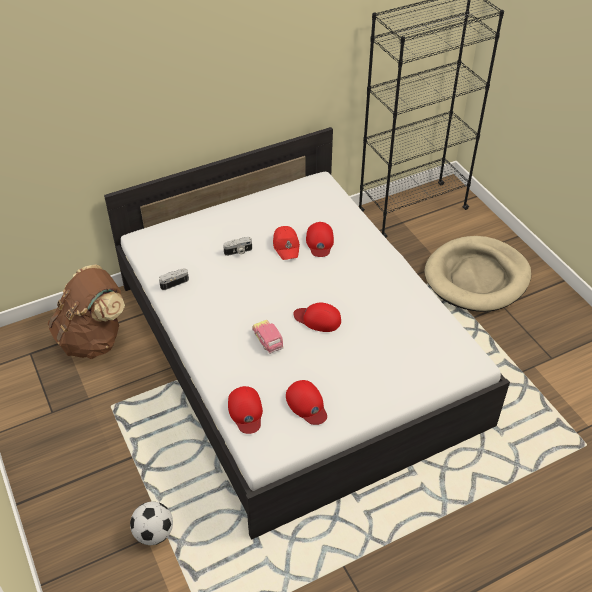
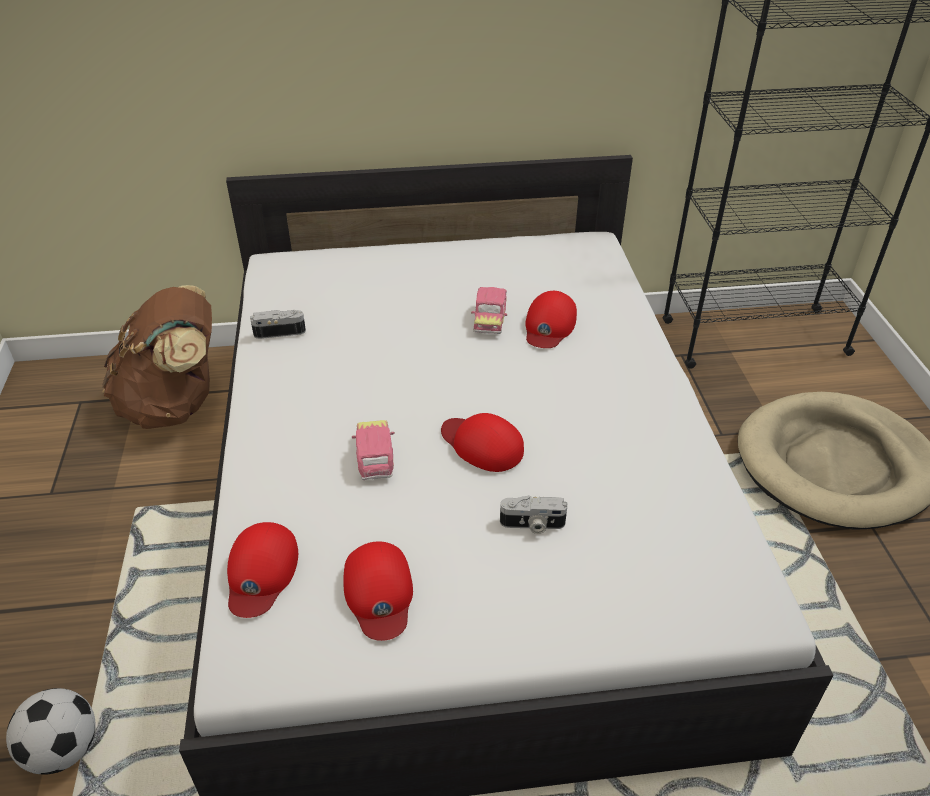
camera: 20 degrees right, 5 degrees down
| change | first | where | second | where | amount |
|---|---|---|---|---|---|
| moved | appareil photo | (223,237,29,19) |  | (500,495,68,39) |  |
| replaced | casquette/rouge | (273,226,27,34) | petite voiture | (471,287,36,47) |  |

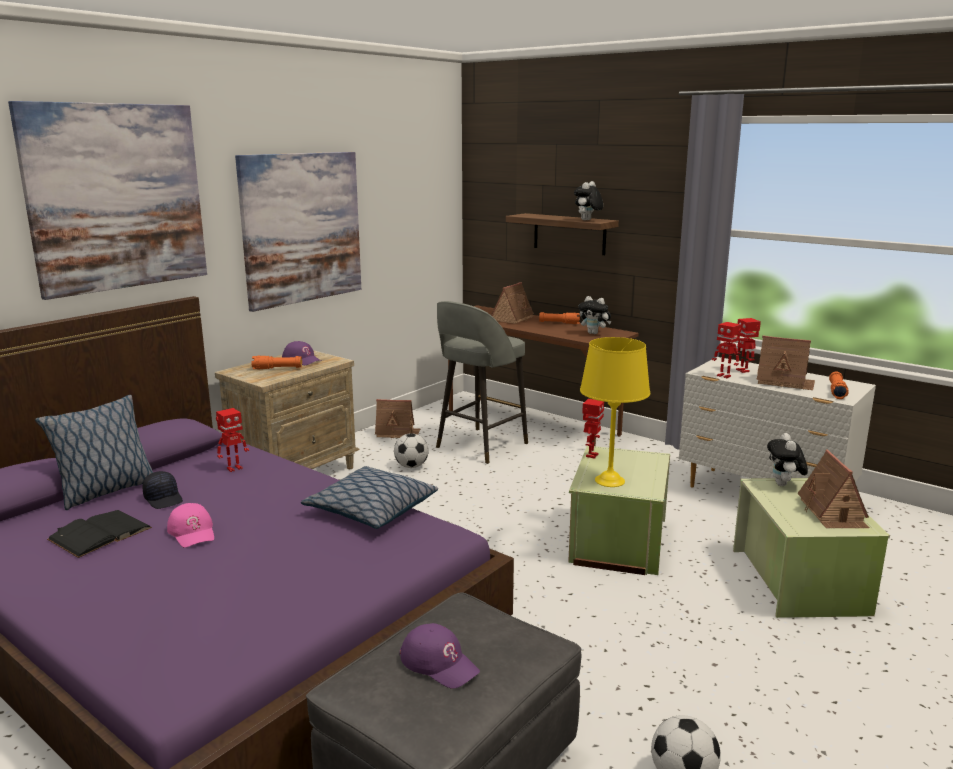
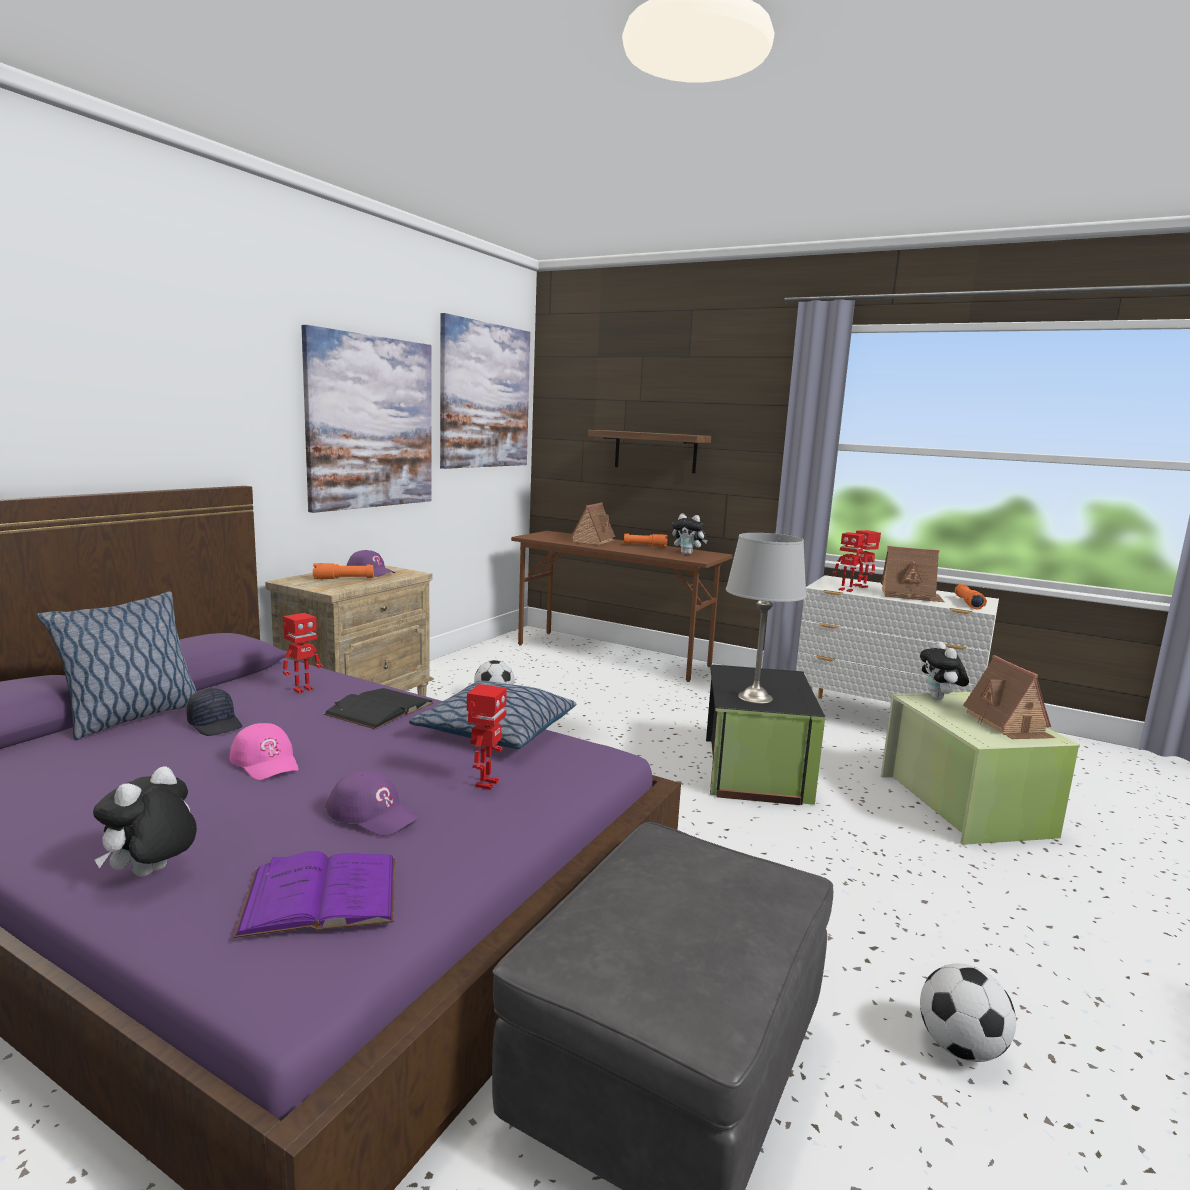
camera: 10 degrees left, 5 degrees down
| change | first | where | second | where | amount |
|---|---|---|---|---|---|
| moved | tableau | (8,101,199,199) |  | (440,313,90,156) |  |
| moved | livre/noir | (47,510,105,48) |  | (323,688,111,41) |  |
| removed | maison miniature | (375,399,45,40) |  |  |  |
| moved | casquette/violet | (399,623,81,66) |  | (326,770,93,66) |  |
| removed | tabouret/gris | (436,301,92,163) |  |  |  |
| recoloured | boîte de rangement/vert | (568,446,102,129) | boîte de rangement/noir | (706,664,119,141) |  |
| moved | peluche | (574,181,29,39) |  | (93,766,104,111) |  |
| recoloured | lampe de table/jaune | (580,337,70,150) | lampe de table/gris | (726,533,81,171) |  |
| moved | robot jouet | (582,399,22,60) |  | (467,684,40,106) |  |
| added |  |  | livre/violet | (233,851,162,87) |  |

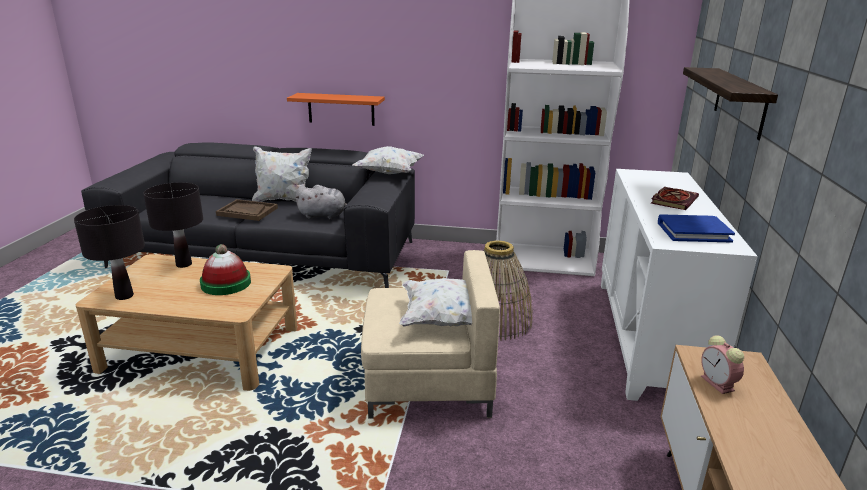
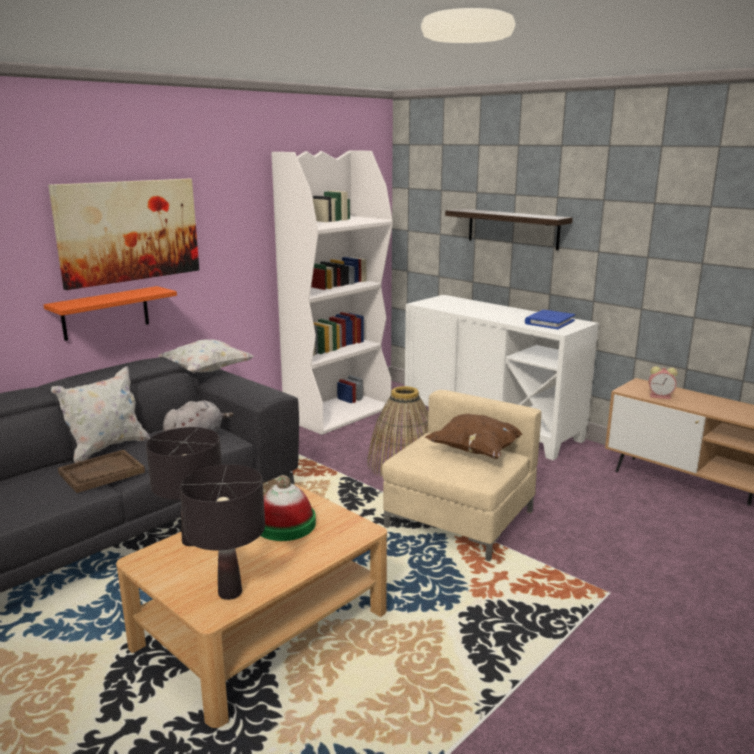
camera: 55 degrees left, 5 degrees down
| change | first | where | second | where | amount |
|---|---|---|---|---|---|
| recoloured | coussin/blanc | (399,278,73,49) | coussin/marron | (425,414,98,45) |  |
| removed | livre | (651,187,48,23) |  |  |  |
| added |  |  | tableau | (48,179,151,111) |  |

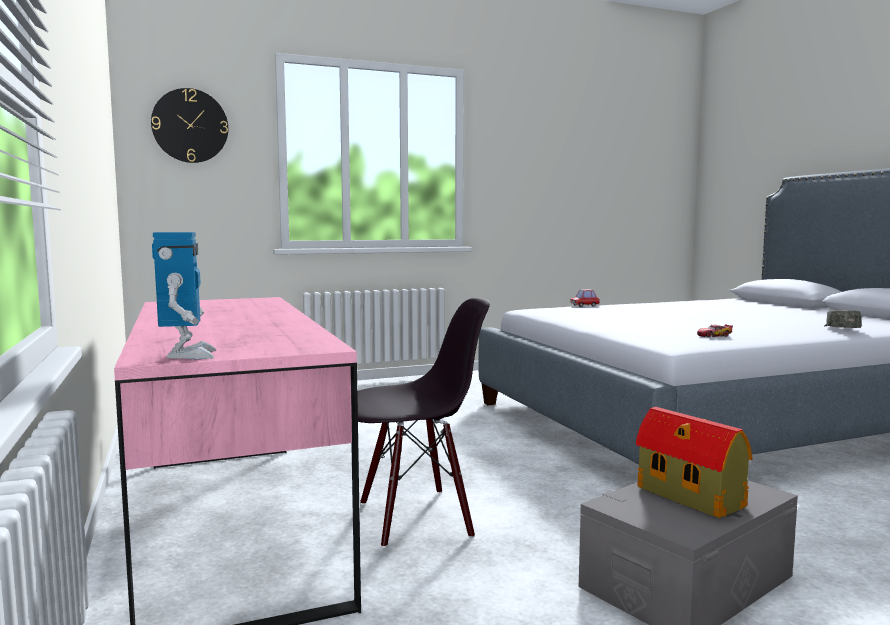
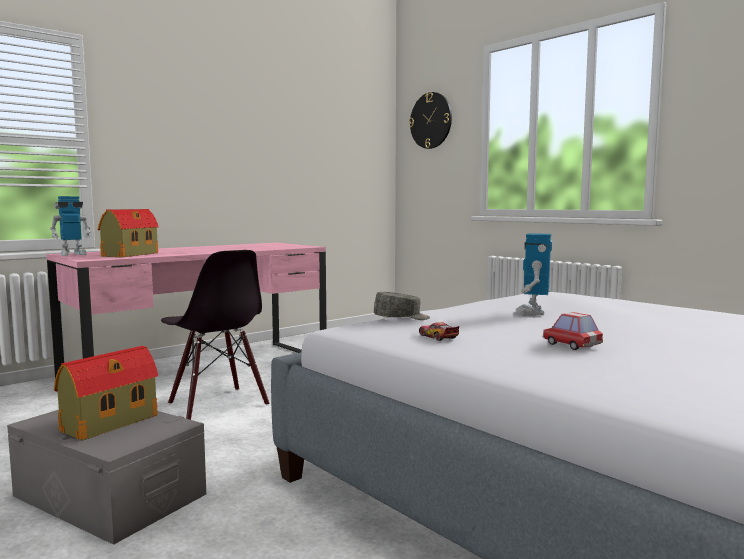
camera: 70 degrees right, 0 degrees up
| change | first | where | second | where | amount |
|---|---|---|---|---|---|
| moved | petite voiture | (570,289,30,18) |  | (543,312,60,38) |  |
| moved | casquette/gris | (824,310,38,18) |  | (374,292,56,28) |  |
| added |  |  | maison miniature | (98,209,61,48) |  |
| added |  |  | robot jouet | (513,233,39,83) |  |

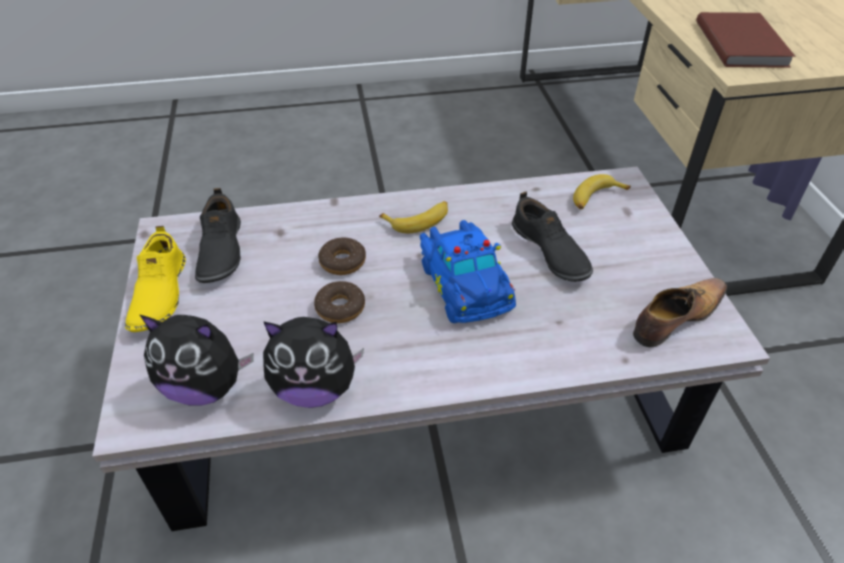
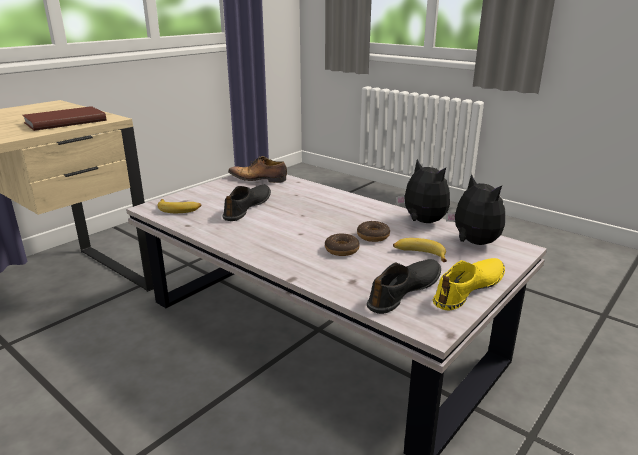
camera: 130 degrees left, 20 degrees down
| change | first | where | second | where | amount |
|---|---|---|---|---|---|
| moved | banane | (379,201,69,32) |  | (393,238,54,24) |  |
| removed | petite voiture/bleu | (420,220,96,103) |  |  |  |

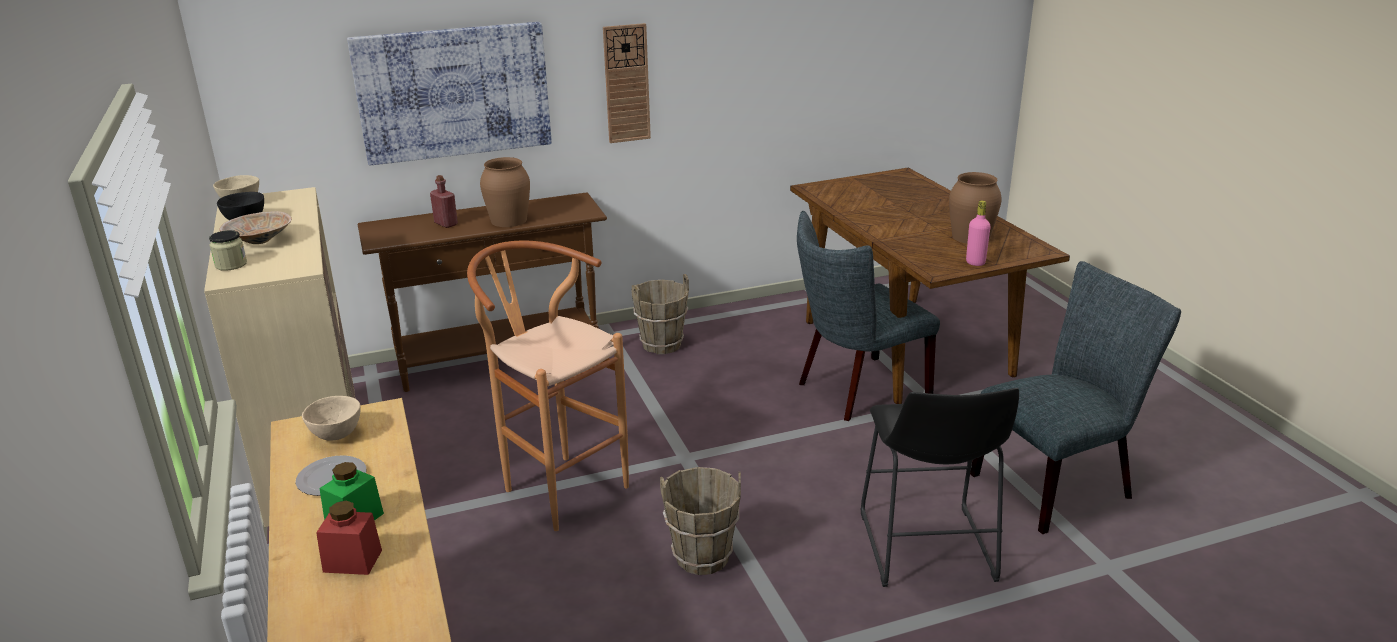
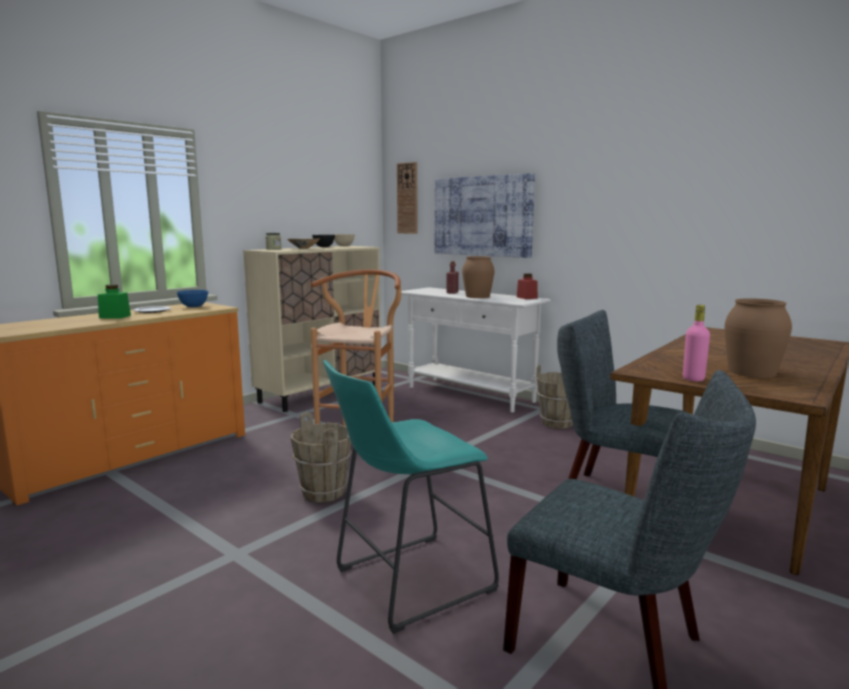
camera: 60 degrees right, 15 degrees down
| change | first | where | second | where | amount |
|---|---|---|---|---|---|
| recoloured | bol/beige | (302,396,59,45) | bol/bleu | (177,290,31,17) |  |
| moved | bocal/rouge | (316,500,66,75) |  | (517,273,21,26) |  |
| recoloured | table console/marron | (358,192,249,200) | table console/blanc | (401,287,150,126) |  |
| moved | horloge murale | (603,23,48,120) |  | (397,162,20,72) |  |
| recoloured | tabouret/noir | (861,388,158,199) | tabouret/turquoise | (323,360,176,274) |  |

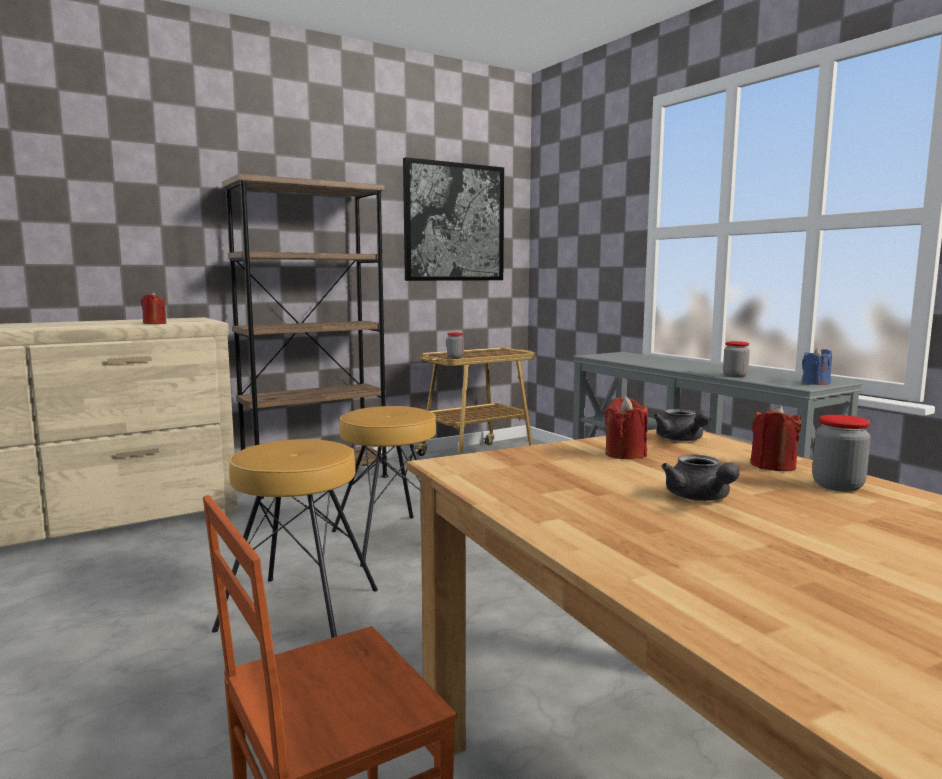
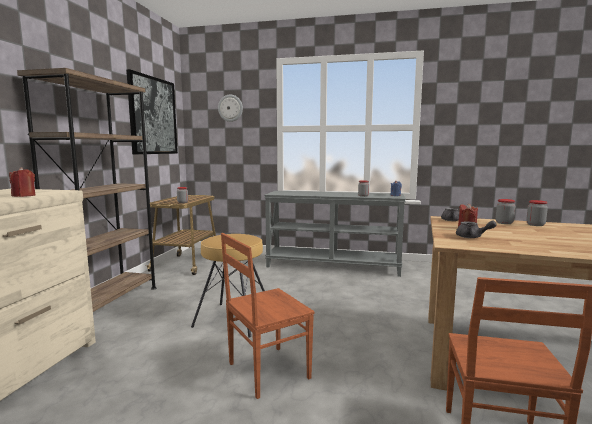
camera: 45 degrees left, 0 degrees up
| change | first | where | second | where | amount |
|---|---|---|---|---|---|
| replaced | tabouret/marron | (212,439,166,199) | chaise/marron | (221,233,93,166) |  |
| moved | théière/gris | (661,454,79,47) |  | (456,221,41,17) |  |
| replaced | bougie/rouge | (750,405,52,66) | bocal | (496,199,19,25) |  |
| added |  |  | horloge murale | (218,94,25,28) |  |

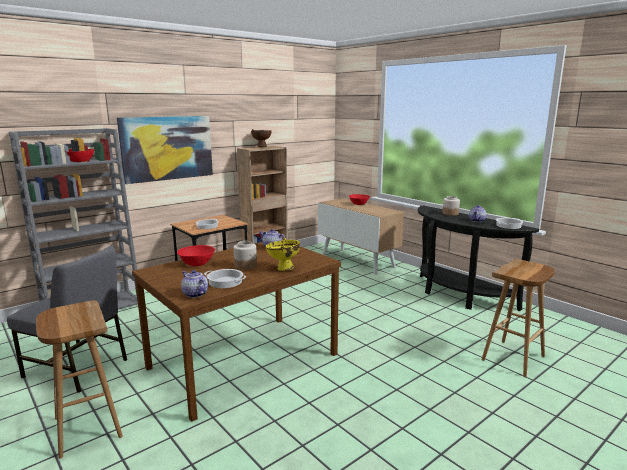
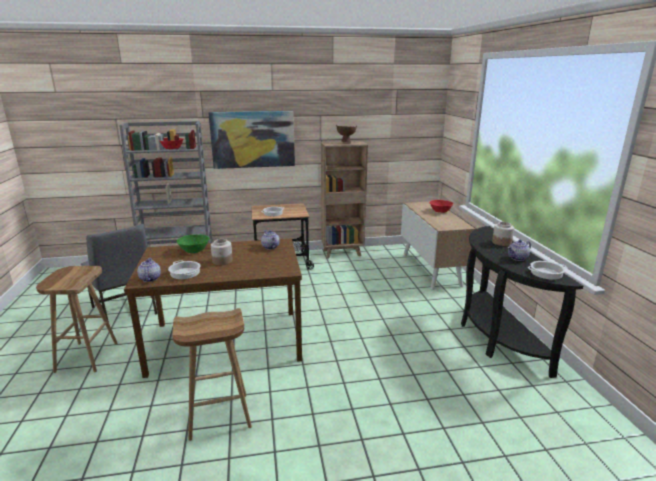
camera: 30 degrees right, 5 degrees up
| change | first | where | second | where | amount |
|---|---|---|---|---|---|
| recoloured | bol/rouge | (177,245,38,21) | bol/vert | (176,234,34,19) |  |
| removed | bol/jaune | (266,238,34,33) |  |  |  |
| moved | tabouret/marron | (481,259,74,118) |  | (172,308,80,133) |  |

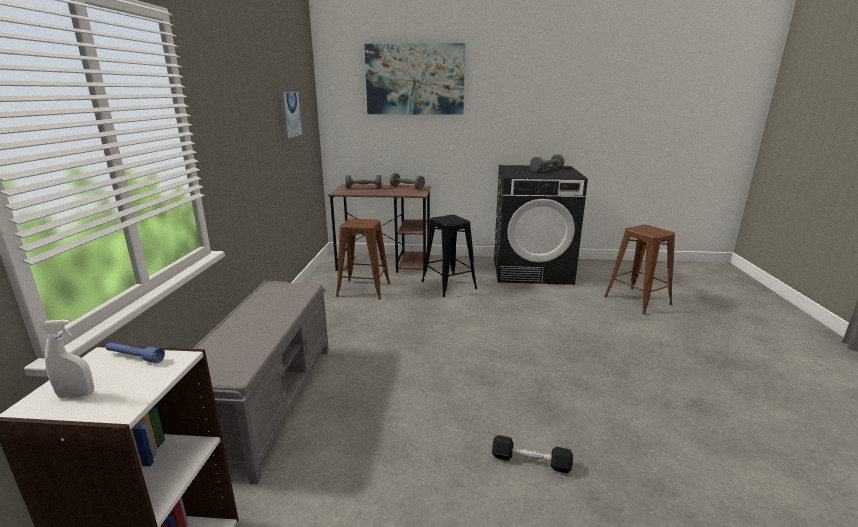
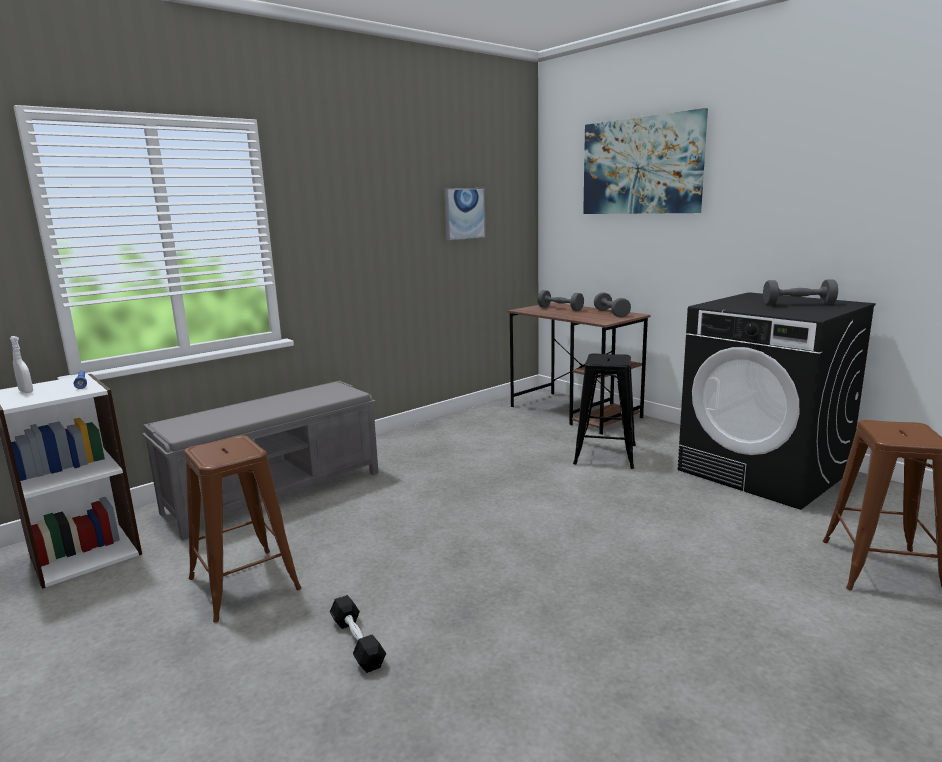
camera: 45 degrees right, 5 degrees down
| change | first | where | second | where | amount |
|---|---|---|---|---|---|
| moved | tabouret/marron | (336,218,54,81) |  | (184,435,118,187) |  |

